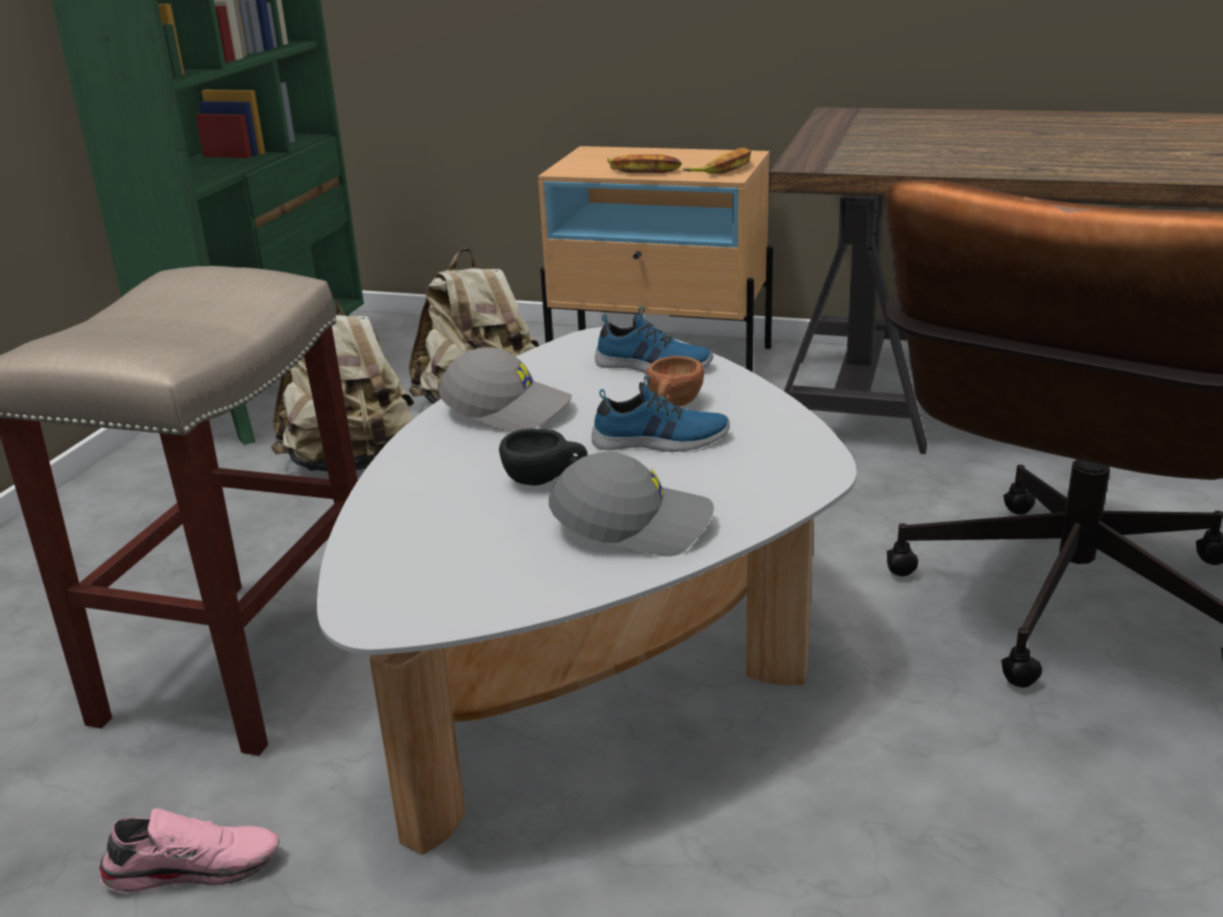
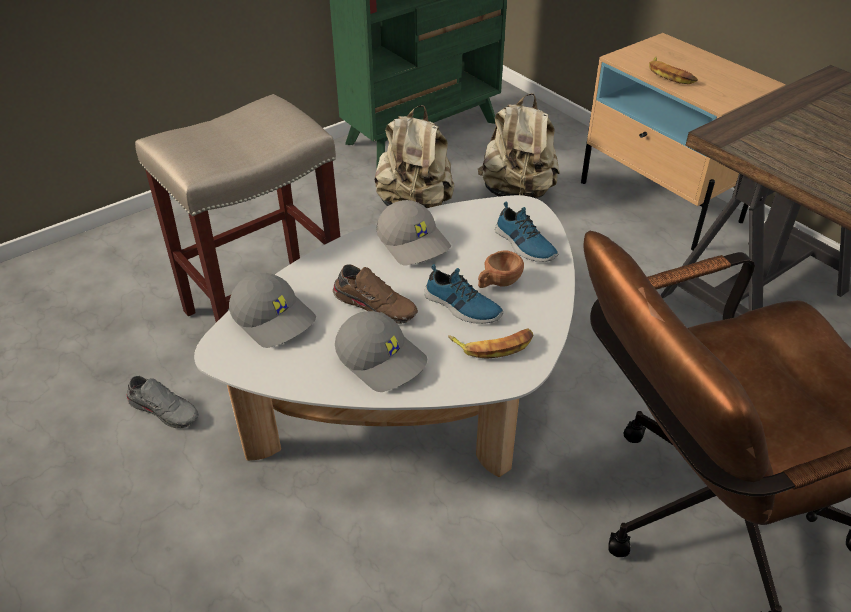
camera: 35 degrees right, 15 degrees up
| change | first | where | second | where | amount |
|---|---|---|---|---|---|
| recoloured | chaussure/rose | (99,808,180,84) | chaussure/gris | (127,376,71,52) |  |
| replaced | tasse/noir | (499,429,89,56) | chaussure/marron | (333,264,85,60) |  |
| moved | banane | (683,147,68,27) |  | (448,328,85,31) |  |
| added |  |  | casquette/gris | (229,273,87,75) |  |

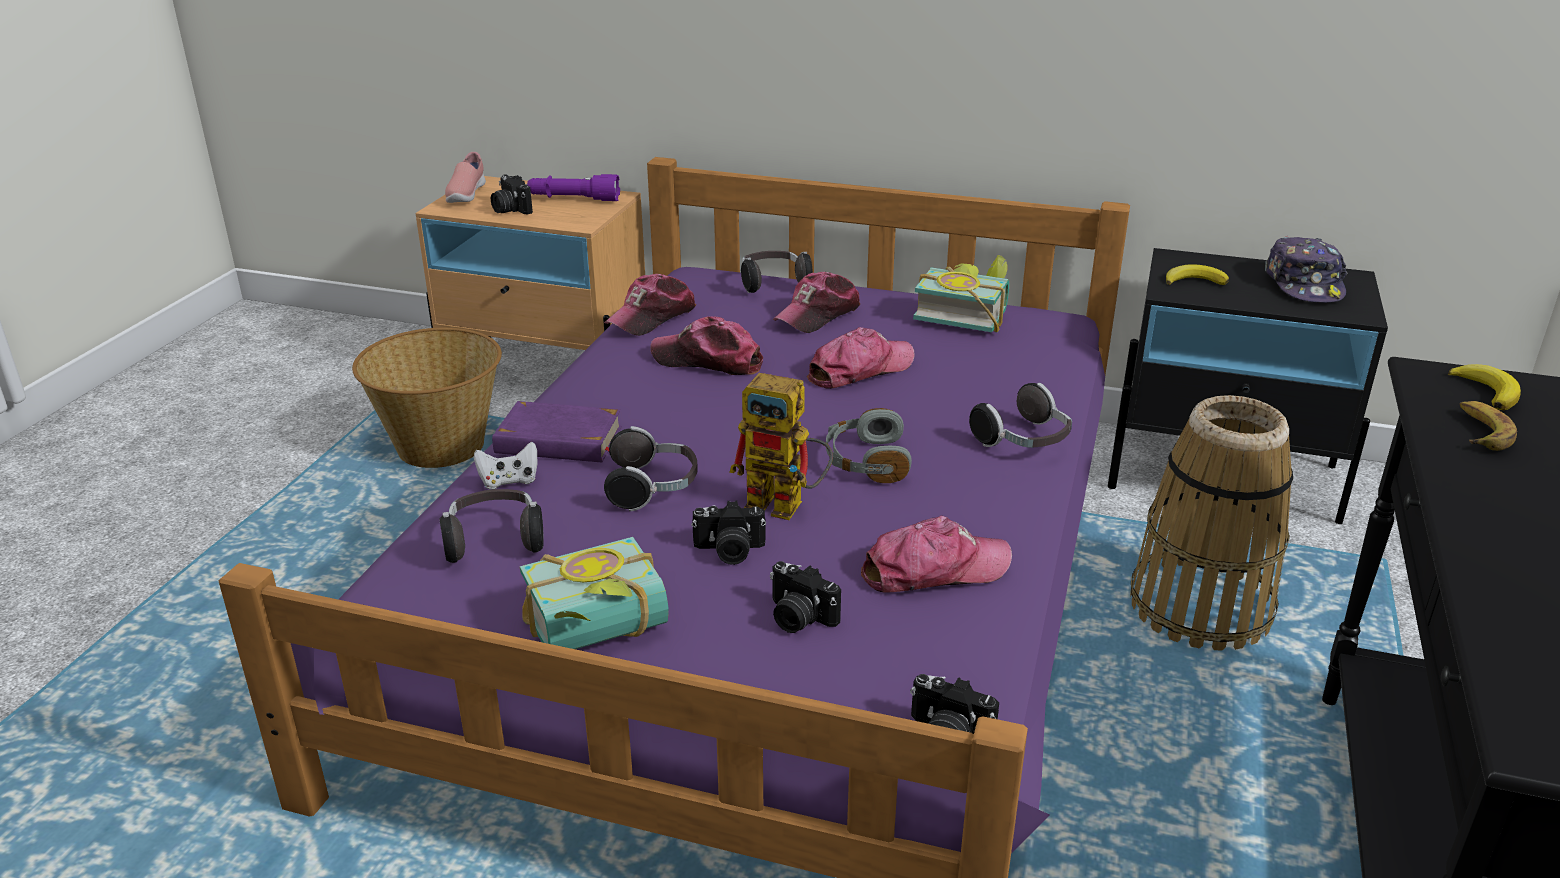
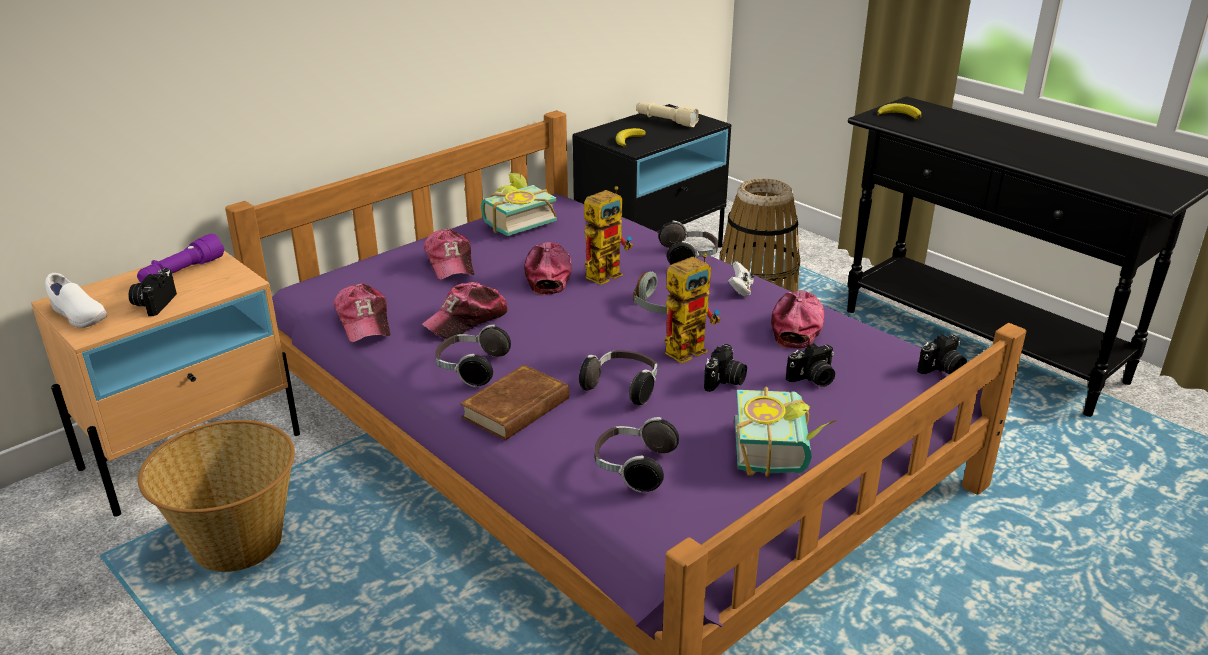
camera: 60 degrees left, 0 degrees up
| change | first | where | second | where | amount |
|---|---|---|---|---|---|
| recoloured | chaussure/rose | (445,152,41,51) | chaussure/blanc | (45,273,63,55) |  |
| moved | manette/blanc | (474,442,63,48) |  | (728,261,26,36) |  |
| turned | appareil photo | (491,174,42,40) |  | (129,268,48,48) | 105 degrees clockwise |
| recoloured | livre/violet | (492,401,130,61) | livre/marron | (460,365,110,75) |  |
| moved | casque audio | (741,251,72,42) |  | (435,325,76,62) |  |
| replaced | casquette | (1265,236,82,67) | lampe de poche/beige | (636,102,63,25) |  |
| removed | banane | (1460,401,57,50) |  |  |  |
| added |  |  | robot jouet | (584,186,49,99) |  |

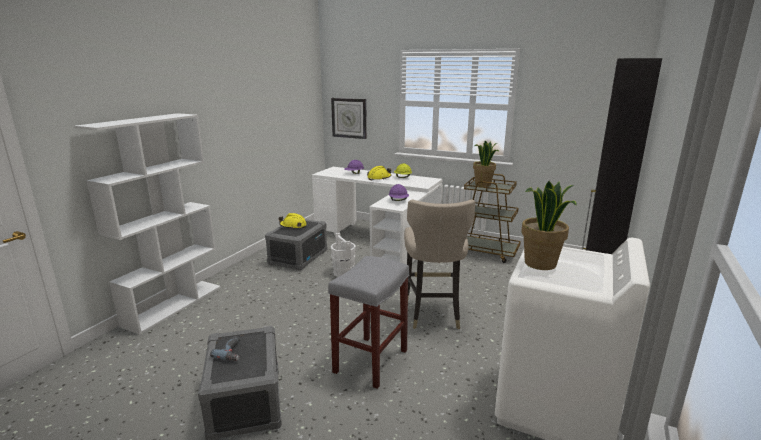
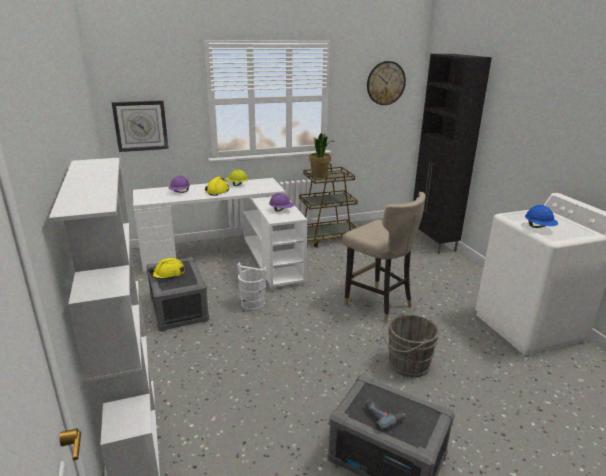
camera: 45 degrees left, 5 degrees up
| change | first | where | second | where | amount |
|---|---|---|---|---|---|
| replaced | tabouret/gris | (328,256,81,133) | seau/gris | (382,312,57,66) |  |
| replaced | plante en pot | (521,181,56,89) | casque de chantier/bleu | (525,205,33,23) |  |
| added |  |  | horloge murale | (367,61,39,44) |  |

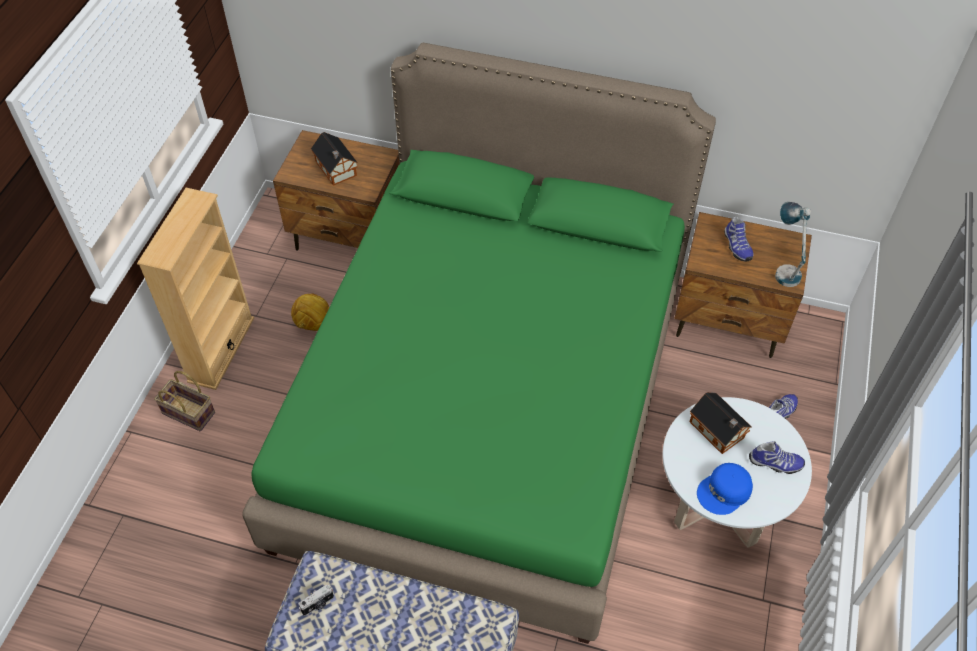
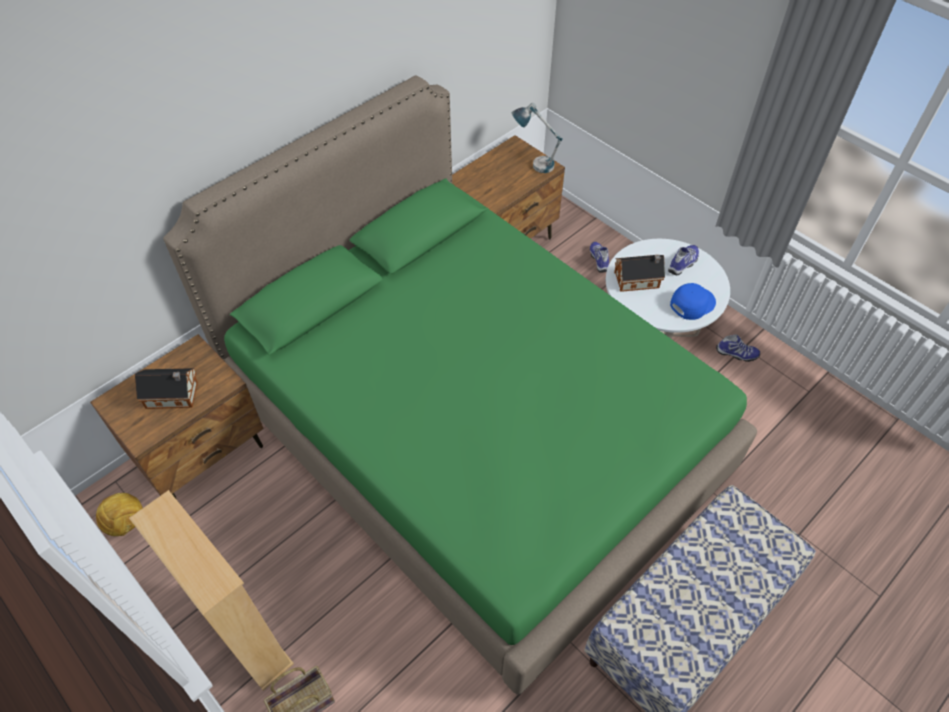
camera: 60 degrees left, 0 degrees up
| change | first | where | second | where | amount |
|---|---|---|---|---|---|
| moved | ballon de foot | (291,294,38,37) |  | (96,493,46,43) |  |
| removed | appareil photo | (298,585,36,31) |  |  |  |
| turned | casquette/bleu | (697,463,56,52) |  | (670,283,46,37) | 120 degrees counterclockwise |
| moved | chaussure | (724,217,29,45) |  | (716,334,44,28) |  |

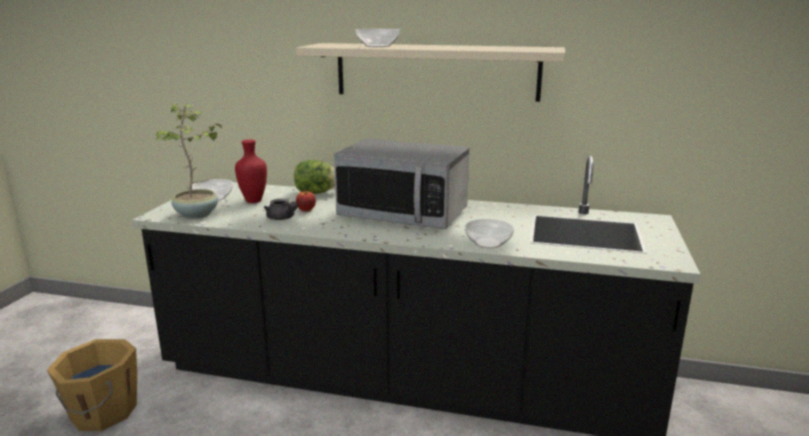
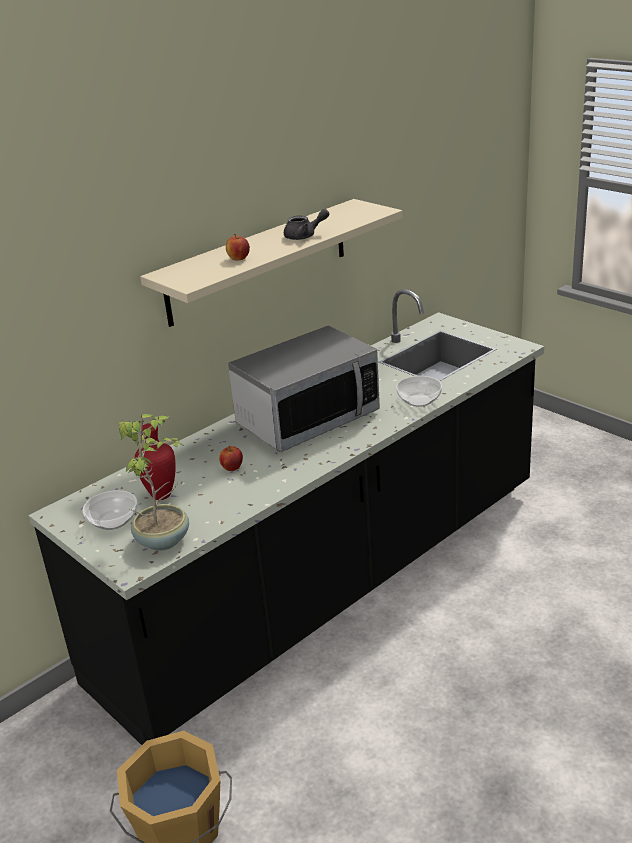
camera: 55 degrees left, 10 degrees up
| change | first | where | second | where | amount |
|---|---|---|---|---|---|
| moved | théière/gris | (264,199,34,21) |  | (284,209,45,31) |  |
| removed | laitue | (294,160,41,34) |  |  |  |
| replaced | bol | (355,29,45,18) | pomme | (226,234,24,26) |  |

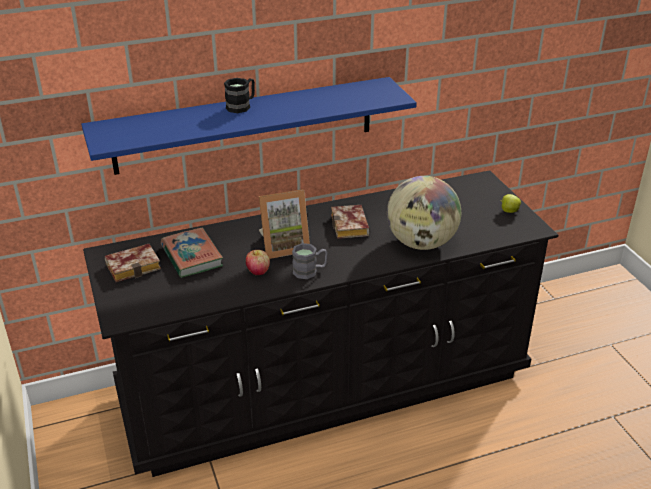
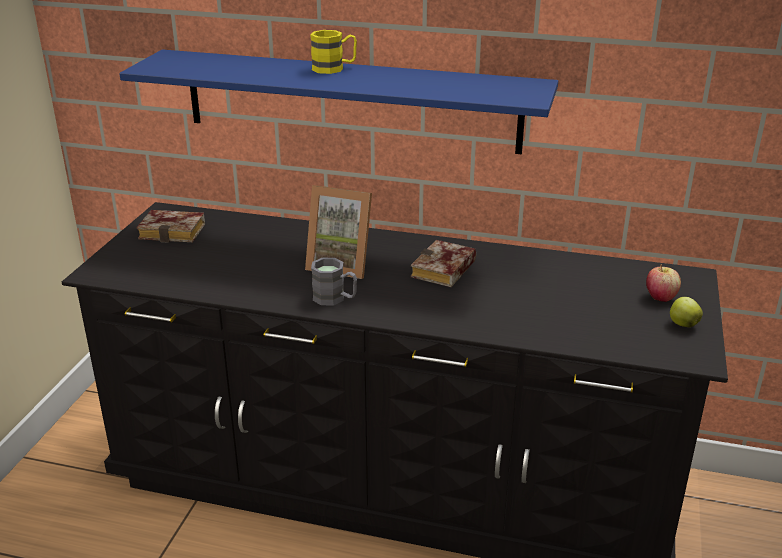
camera: 35 degrees right, 5 degrees down
| change | first | where | second | where | amount |
|---|---|---|---|---|---|
| removed | livre | (161,228,62,50) |  |  |  |
| recoloured | mug/noir | (224,78,31,35) | mug/jaune | (310,30,47,44) |  |
| moved | pomme | (246,250,24,25) |  | (646,265,35,37) |  |
| removed | globe | (387,176,74,74) |  |  |  |

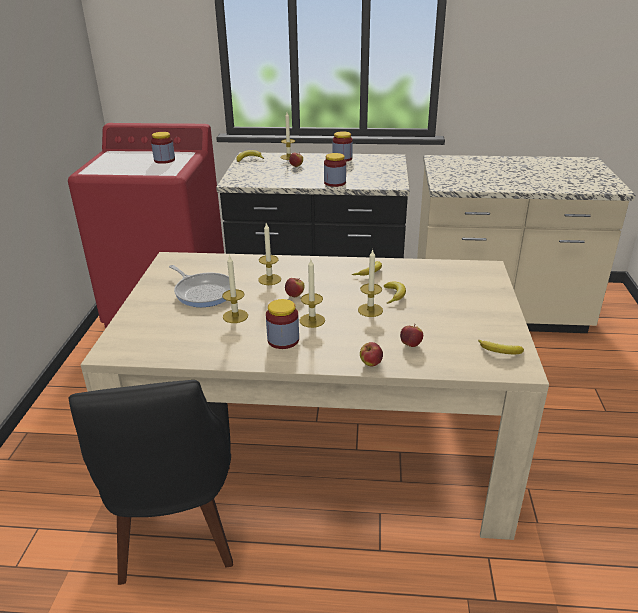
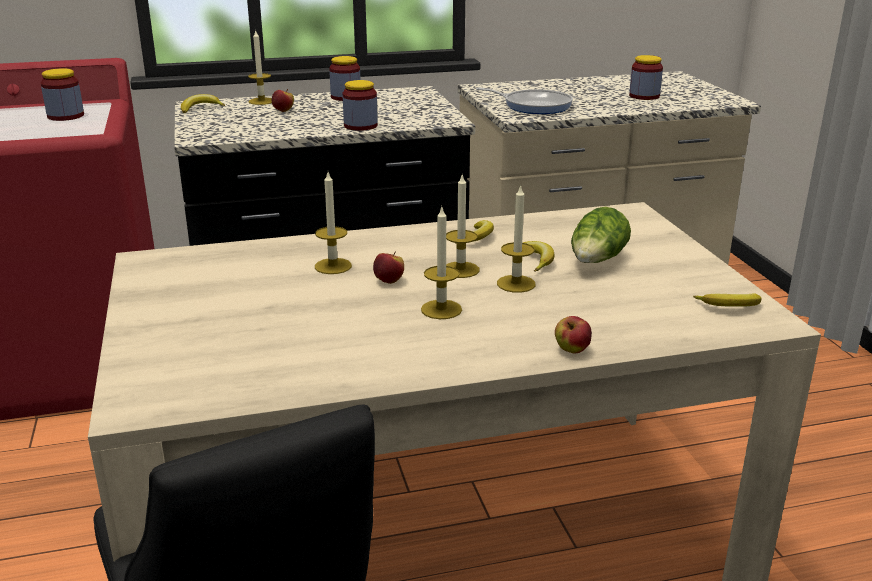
camera: 20 degrees left, 5 degrees down
| change | first | where | second | where | amount |
|---|---|---|---|---|---|
| moved | poêle | (169,265,61,42) |  | (476,88,97,26) |  |
| moved | bougie | (222,254,26,69) |  | (446,175,33,103) |  |
| moved | bocal | (266,299,33,50) |  | (629,55,34,45) |  |
| removed | pomme | (400,325,23,22) |  |  |  |
| added |  |  | laitue | (571,207,60,56) |  |

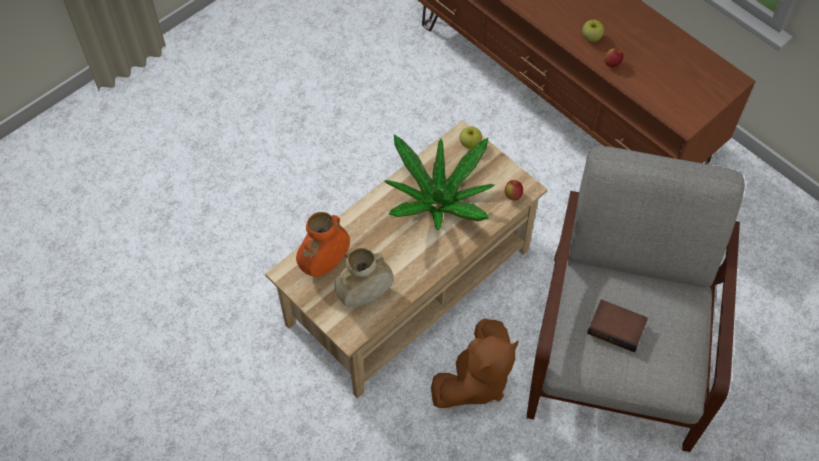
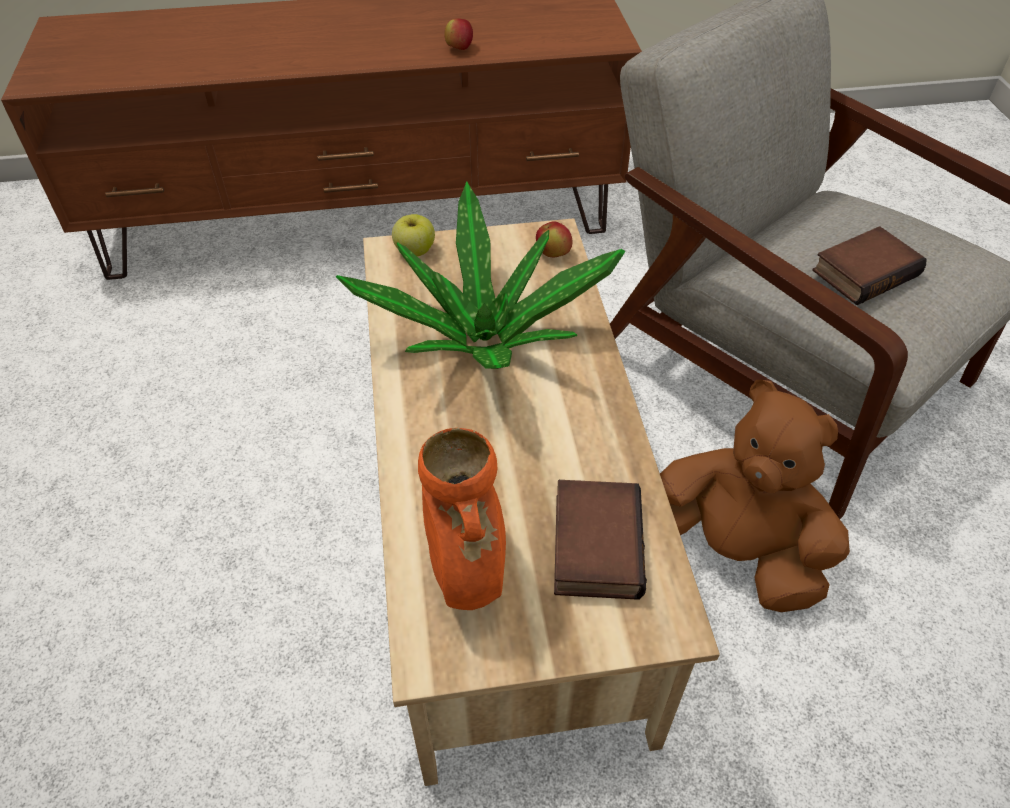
camera: 55 degrees left, 10 degrees down
| change | first | where | second | where | amount |
|---|---|---|---|---|---|
| replaced | vase/beige | (335,248,58,59) | livre | (554,480,93,120) |  |
| turned | peluche/marron | (431,318,87,90) |  | (660,380,190,232) | 45 degrees counterclockwise |
| removed | pomme | (582,20,22,22) |  |  |  |

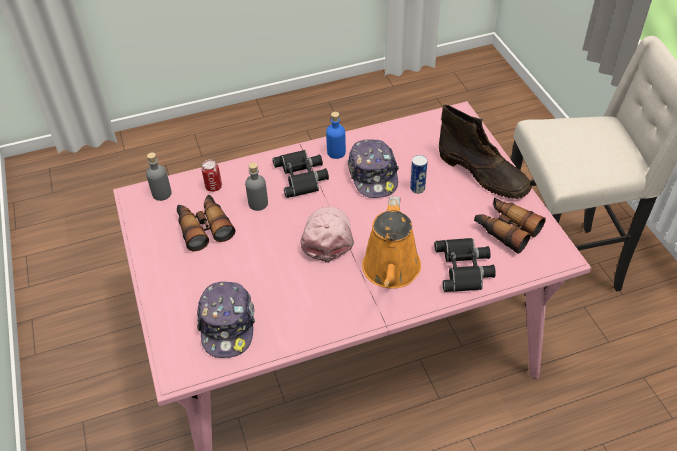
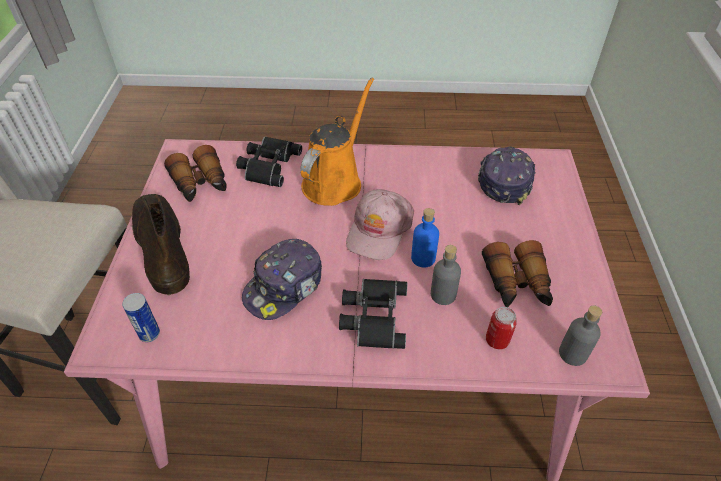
camera: 160 degrees left, 0 degrees up
| change | first | where | second | where | amount |
|---|---|---|---|---|---|
| moved | bouteille/bleu | (326,112,20,47) |  | (411,208,28,60) |  |
| turned | casquette | (348,139,51,59) |  | (242,239,80,81) | 150 degrees counterclockwise |
| moved | boîte métallique | (410,155,18,39) |  | (122,293,38,49) |  |

